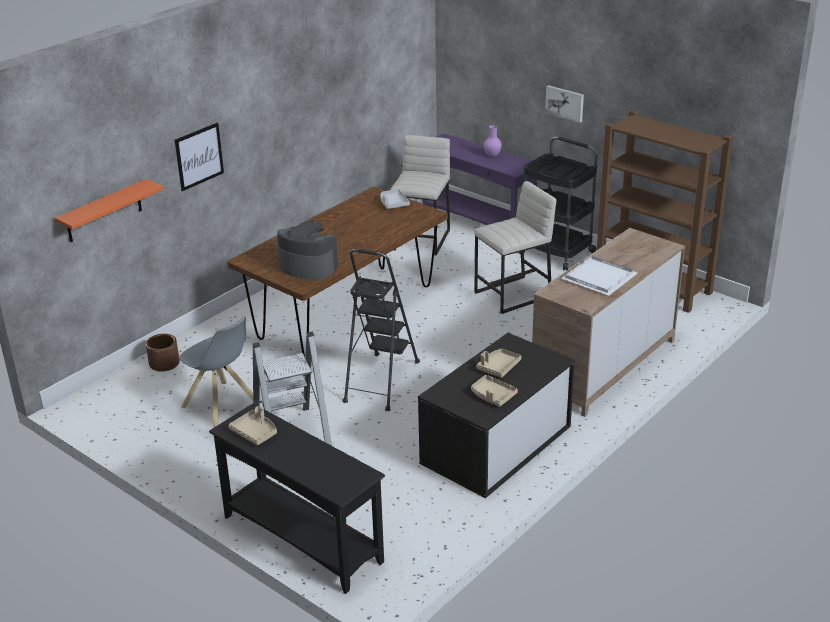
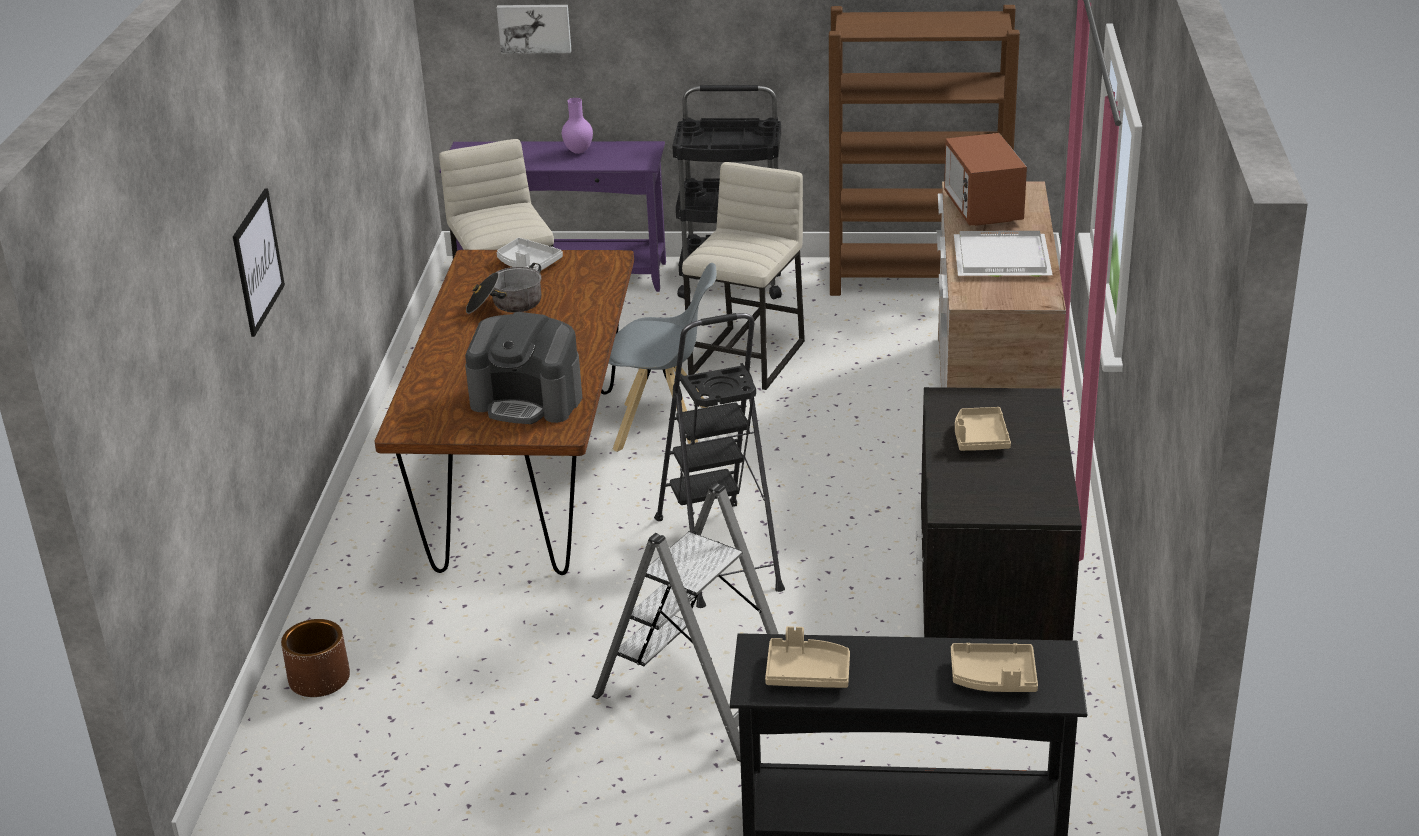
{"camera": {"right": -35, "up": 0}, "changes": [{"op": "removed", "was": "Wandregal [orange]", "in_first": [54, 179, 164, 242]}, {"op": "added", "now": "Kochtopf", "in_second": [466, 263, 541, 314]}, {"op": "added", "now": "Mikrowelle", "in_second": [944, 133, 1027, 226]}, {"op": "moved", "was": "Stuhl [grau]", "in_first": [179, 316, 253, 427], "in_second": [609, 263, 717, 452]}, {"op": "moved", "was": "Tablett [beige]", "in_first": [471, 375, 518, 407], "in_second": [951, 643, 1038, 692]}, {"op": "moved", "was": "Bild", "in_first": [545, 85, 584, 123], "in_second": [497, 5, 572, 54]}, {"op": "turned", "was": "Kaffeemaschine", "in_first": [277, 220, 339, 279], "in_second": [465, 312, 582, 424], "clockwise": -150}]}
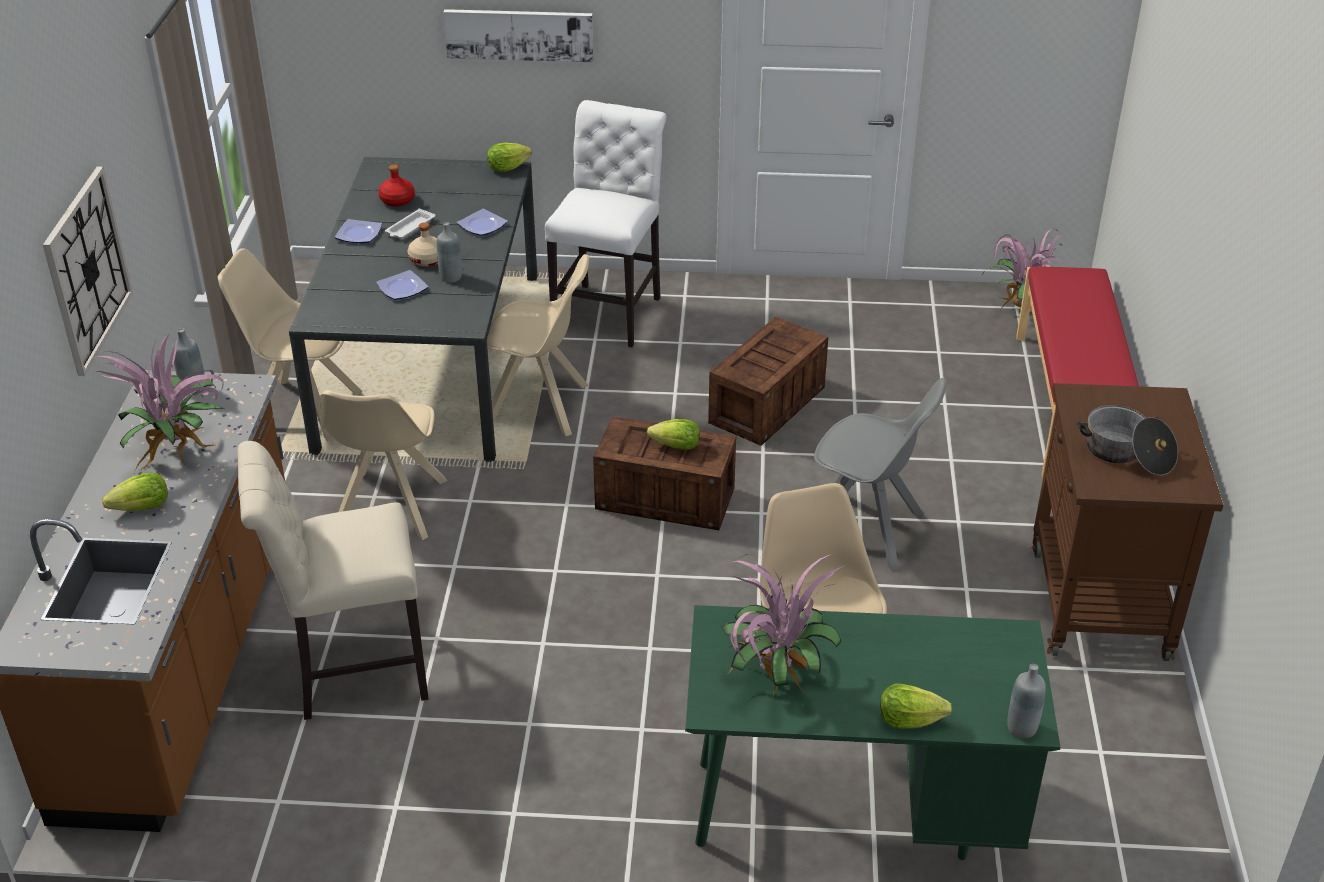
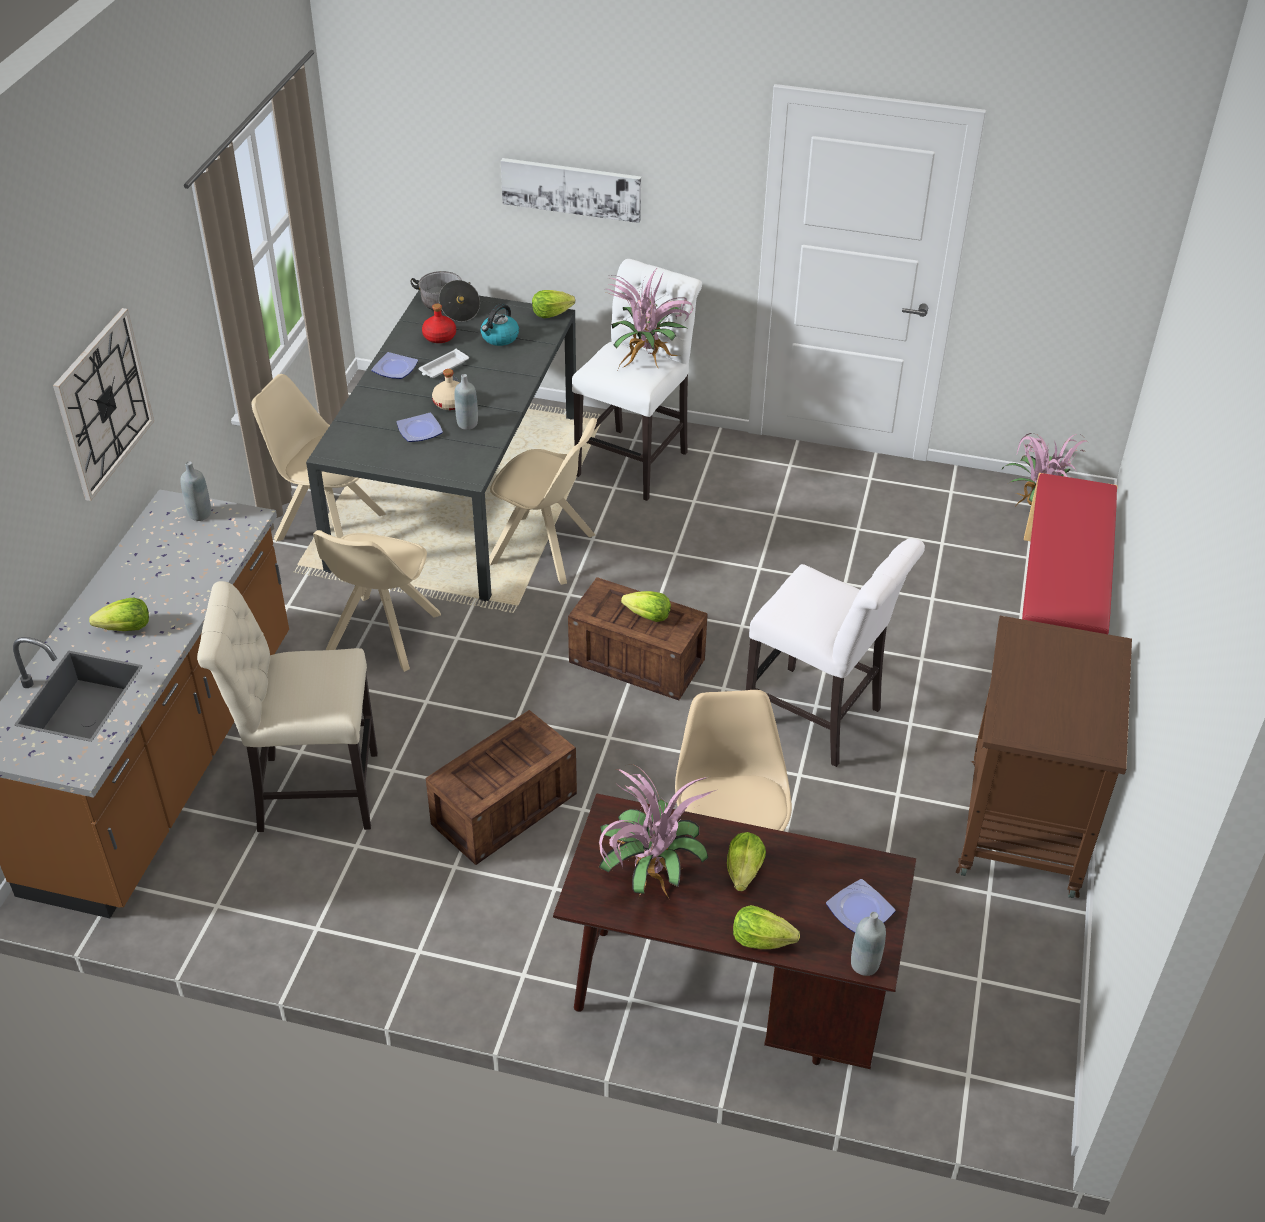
{"camera": {"right": 10, "up": 5}, "changes": [{"op": "added", "now": "Wasserkessel", "in_second": [481, 304, 519, 346]}, {"op": "added", "now": "Salatkopf", "in_second": [727, 832, 766, 891]}, {"op": "moved", "was": "Topfpflanze", "in_first": [95, 333, 224, 473], "in_second": [607, 266, 693, 370]}, {"op": "moved", "was": "Teller", "in_first": [457, 209, 508, 236], "in_second": [826, 879, 895, 933]}, {"op": "moved", "was": "Kiste", "in_first": [708, 317, 828, 446], "in_second": [426, 710, 577, 865]}, {"op": "moved", "was": "Kochtopf", "in_first": [1077, 405, 1178, 476], "in_second": [410, 271, 480, 322]}, {"op": "replaced", "was": "Stuhl [grau]", "now": "Hocker [weiß]", "in_first": [814, 378, 947, 571], "in_second": [746, 538, 925, 767]}, {"op": "recoloured", "was": "Schreibtisch [grün]", "now": "Schreibtisch [braun]", "in_first": [685, 605, 1060, 860], "in_second": [553, 793, 916, 1069]}]}
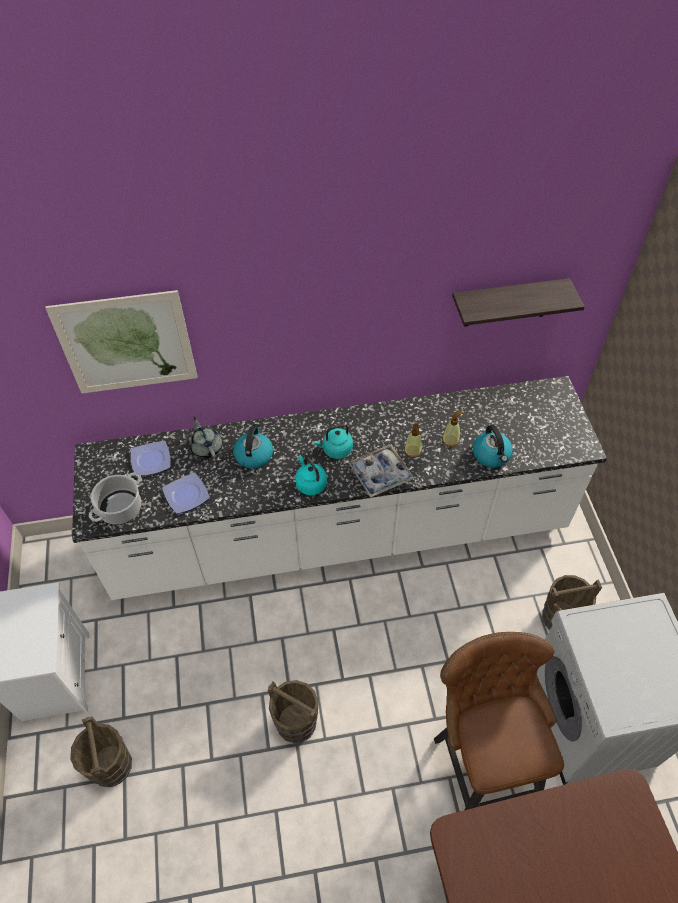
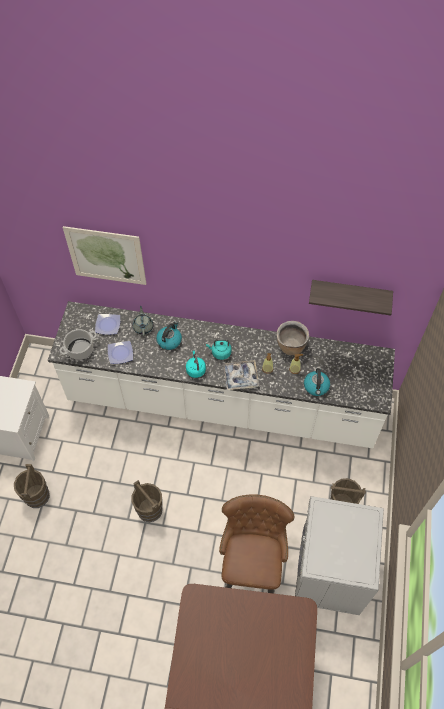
{"camera": {"right": 20, "up": 5}, "changes": [{"op": "added", "now": "Kochtopf [braun]", "in_second": [277, 321, 309, 355]}]}
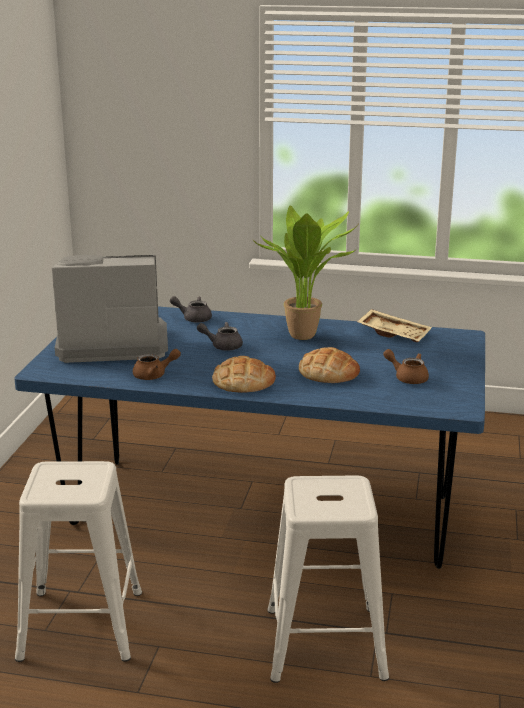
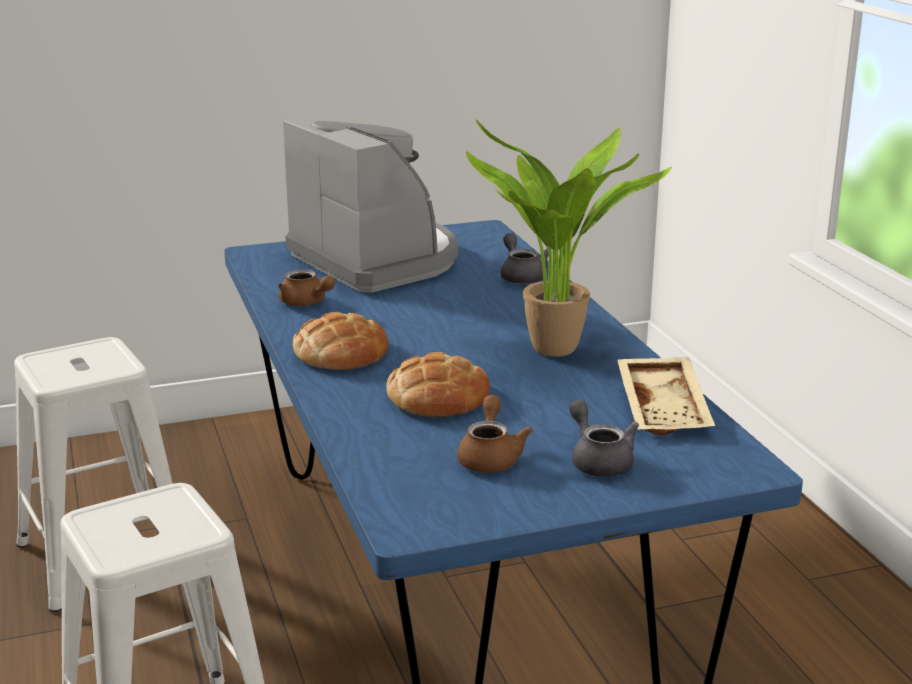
{"camera": {"right": 60, "up": 0}, "changes": [{"op": "moved", "was": "Teekanne [grau]", "in_first": [197, 322, 243, 350], "in_second": [569, 400, 639, 477]}]}
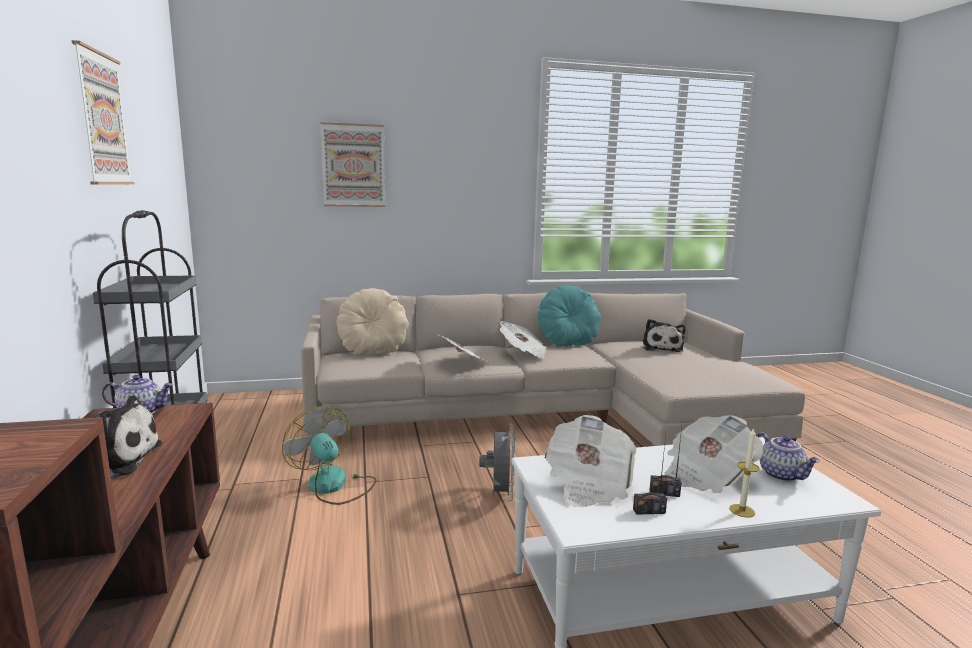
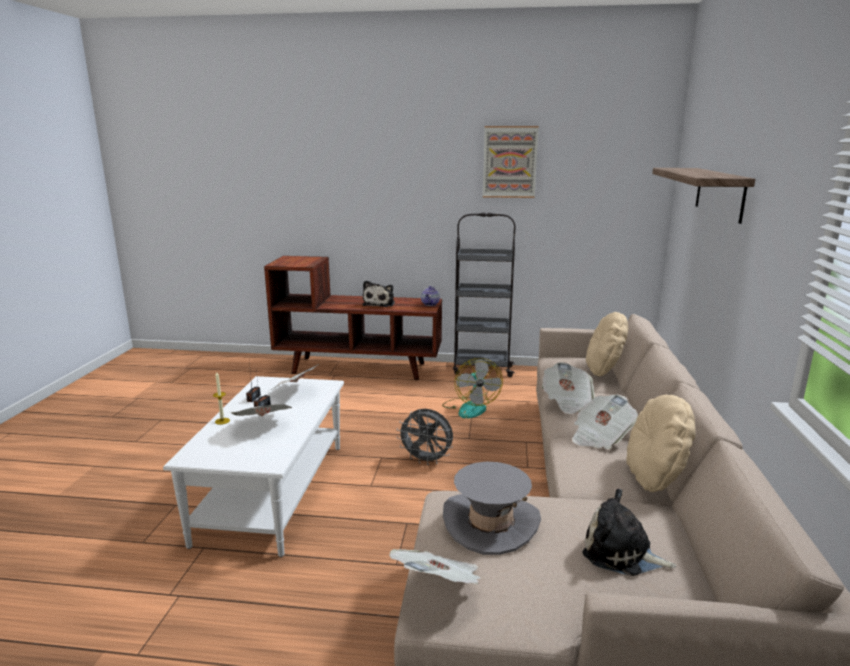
{"camera": {"right": 110, "up": 5}, "changes": [{"op": "removed", "was": "Teekanne", "in_first": [756, 433, 820, 482]}, {"op": "added", "now": "Zeitung", "in_second": [389, 549, 481, 584]}, {"op": "added", "now": "Hut [grau]", "in_second": [443, 462, 541, 555]}, {"op": "replaced", "was": "Bild", "now": "Wandregal", "in_first": [320, 122, 385, 207], "in_second": [652, 168, 755, 224]}, {"op": "recoloured", "was": "Kissen [türkis]", "now": "Kissen [beige]", "in_first": [538, 285, 601, 346], "in_second": [626, 395, 695, 492]}, {"op": "turned", "was": "Ventilator", "in_first": [282, 407, 376, 505], "in_second": [442, 358, 503, 418], "clockwise": 105}]}
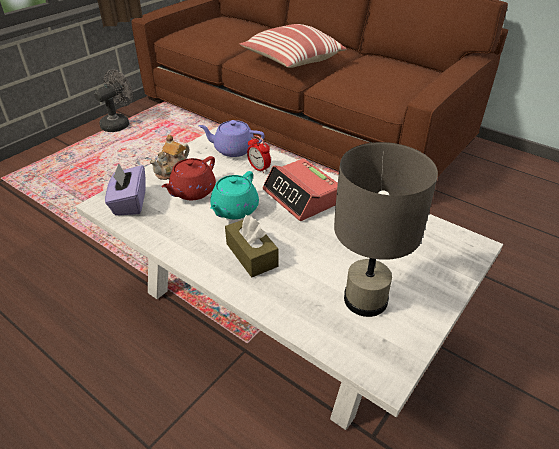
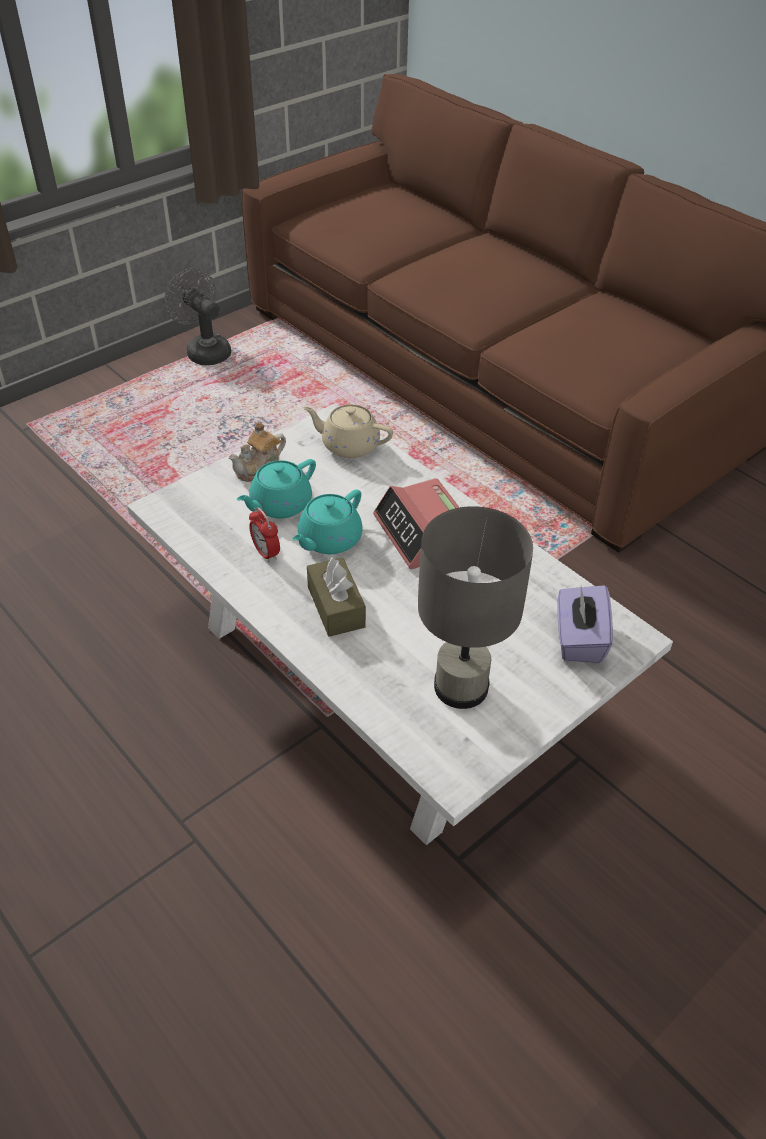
{"camera": {"right": 10, "up": 5}, "changes": [{"op": "removed", "was": "Kissen", "in_first": [239, 24, 346, 68]}, {"op": "moved", "was": "Taschentuchbox [lila]", "in_first": [105, 163, 146, 216], "in_second": [558, 585, 613, 663]}, {"op": "moved", "was": "Wecker", "in_first": [247, 135, 271, 173], "in_second": [249, 507, 280, 562]}, {"op": "recoloured", "was": "Teekanne [rot]", "now": "Teekanne [türkis]", "in_first": [161, 156, 216, 200], "in_second": [237, 459, 316, 519]}, {"op": "recoloured", "was": "Teekanne [lila]", "now": "Teekanne [beige]", "in_first": [198, 120, 265, 157], "in_second": [303, 404, 393, 458]}, {"op": "turned", "was": "Ventilator [grau]", "in_first": [95, 69, 133, 132], "in_second": [165, 268, 231, 365], "clockwise": -90}]}
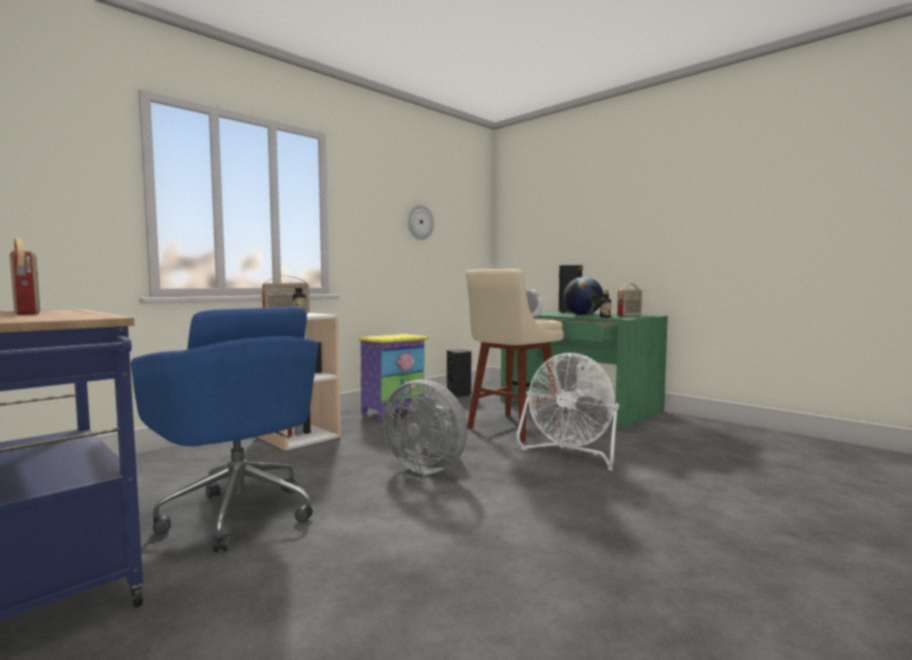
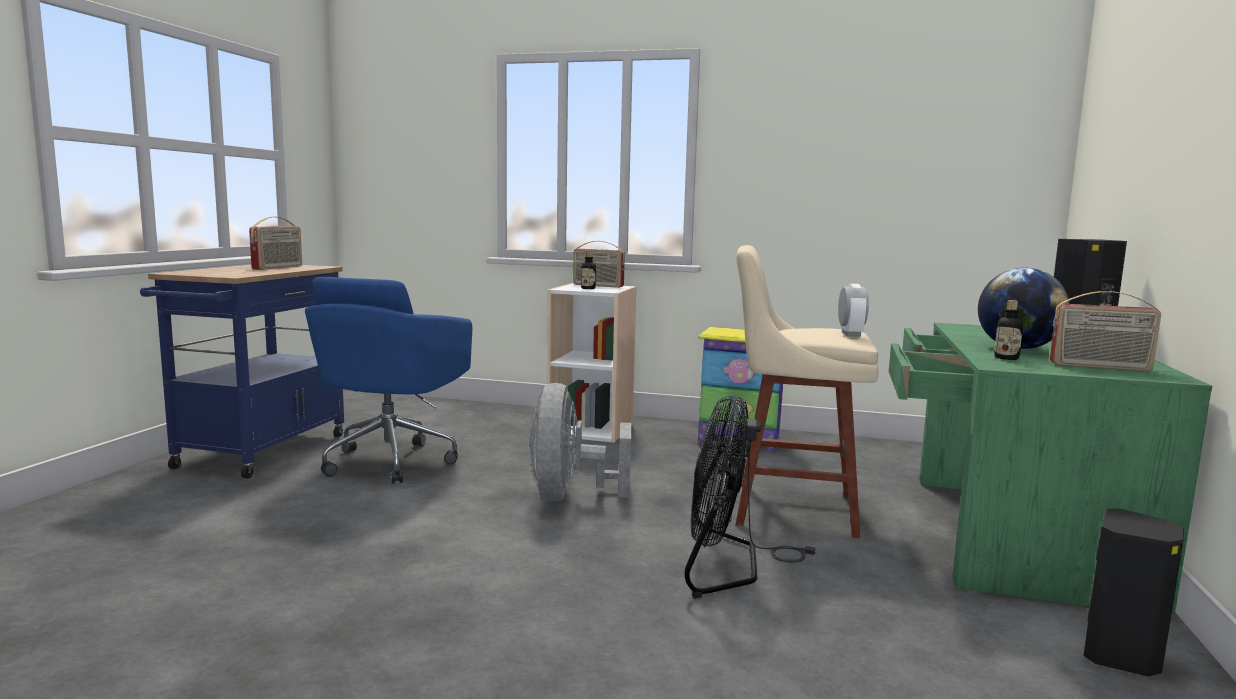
{"camera": {"right": 60, "up": 5}, "changes": [{"op": "removed", "was": "Wanduhr", "in_first": [408, 205, 434, 240]}, {"op": "moved", "was": "Lautsprecher [schwarz]", "in_first": [447, 349, 471, 397], "in_second": [1083, 509, 1184, 677]}, {"op": "recoloured", "was": "Ventilator [weiß]", "now": "Ventilator [schwarz]", "in_first": [517, 353, 619, 471], "in_second": [685, 395, 819, 599]}]}
